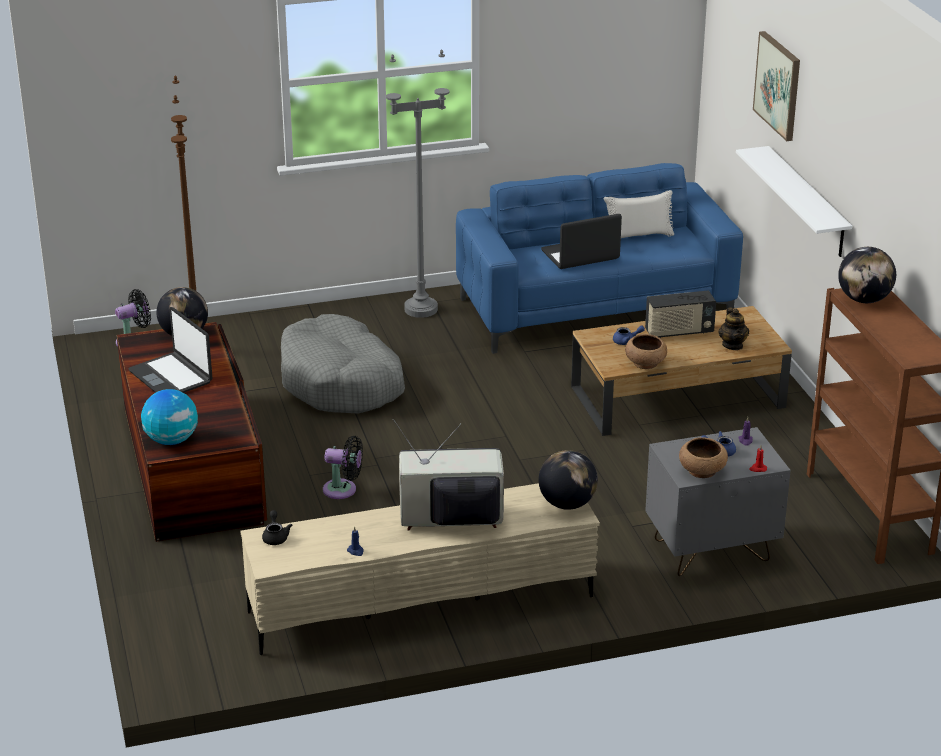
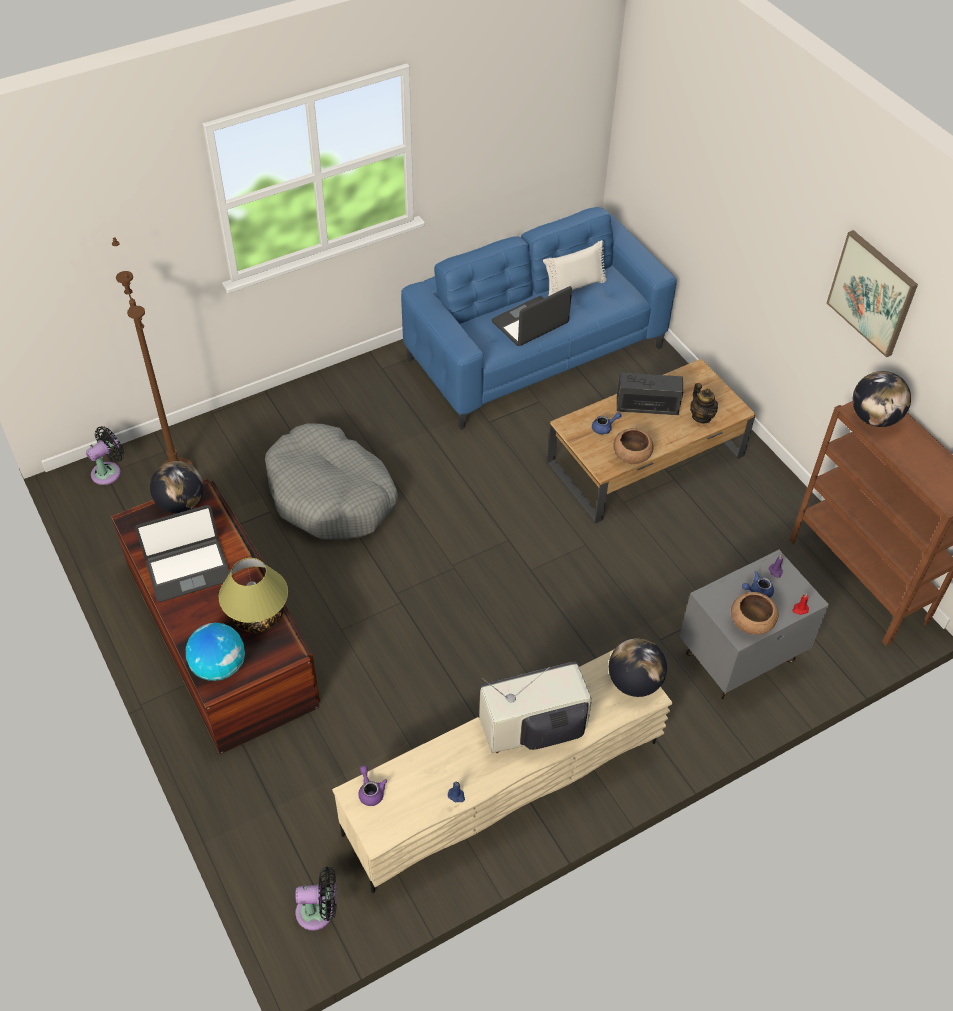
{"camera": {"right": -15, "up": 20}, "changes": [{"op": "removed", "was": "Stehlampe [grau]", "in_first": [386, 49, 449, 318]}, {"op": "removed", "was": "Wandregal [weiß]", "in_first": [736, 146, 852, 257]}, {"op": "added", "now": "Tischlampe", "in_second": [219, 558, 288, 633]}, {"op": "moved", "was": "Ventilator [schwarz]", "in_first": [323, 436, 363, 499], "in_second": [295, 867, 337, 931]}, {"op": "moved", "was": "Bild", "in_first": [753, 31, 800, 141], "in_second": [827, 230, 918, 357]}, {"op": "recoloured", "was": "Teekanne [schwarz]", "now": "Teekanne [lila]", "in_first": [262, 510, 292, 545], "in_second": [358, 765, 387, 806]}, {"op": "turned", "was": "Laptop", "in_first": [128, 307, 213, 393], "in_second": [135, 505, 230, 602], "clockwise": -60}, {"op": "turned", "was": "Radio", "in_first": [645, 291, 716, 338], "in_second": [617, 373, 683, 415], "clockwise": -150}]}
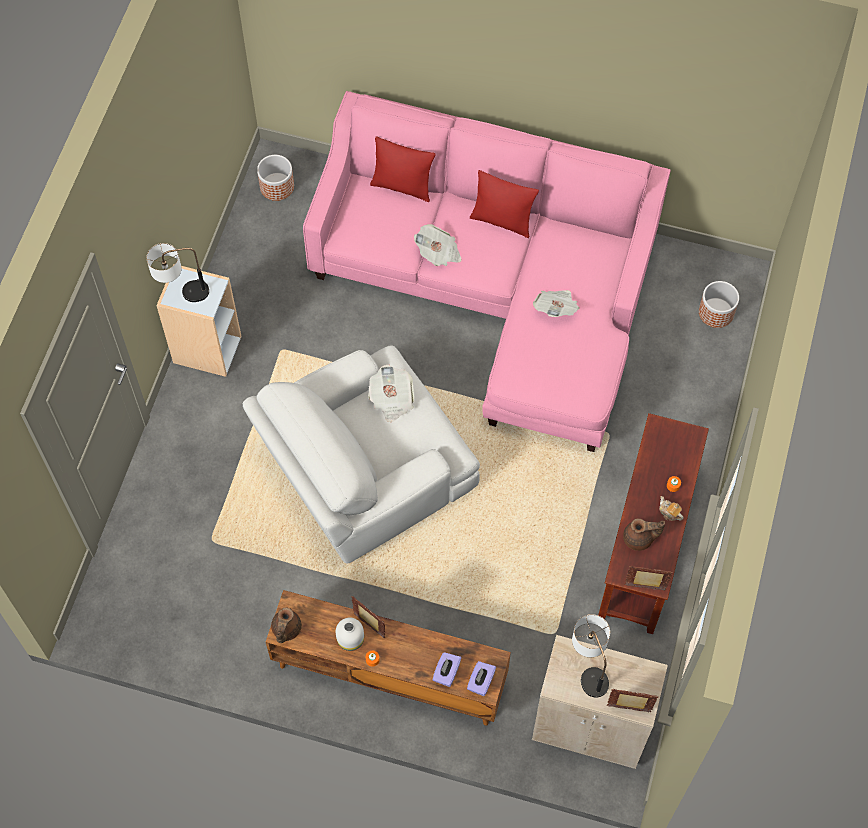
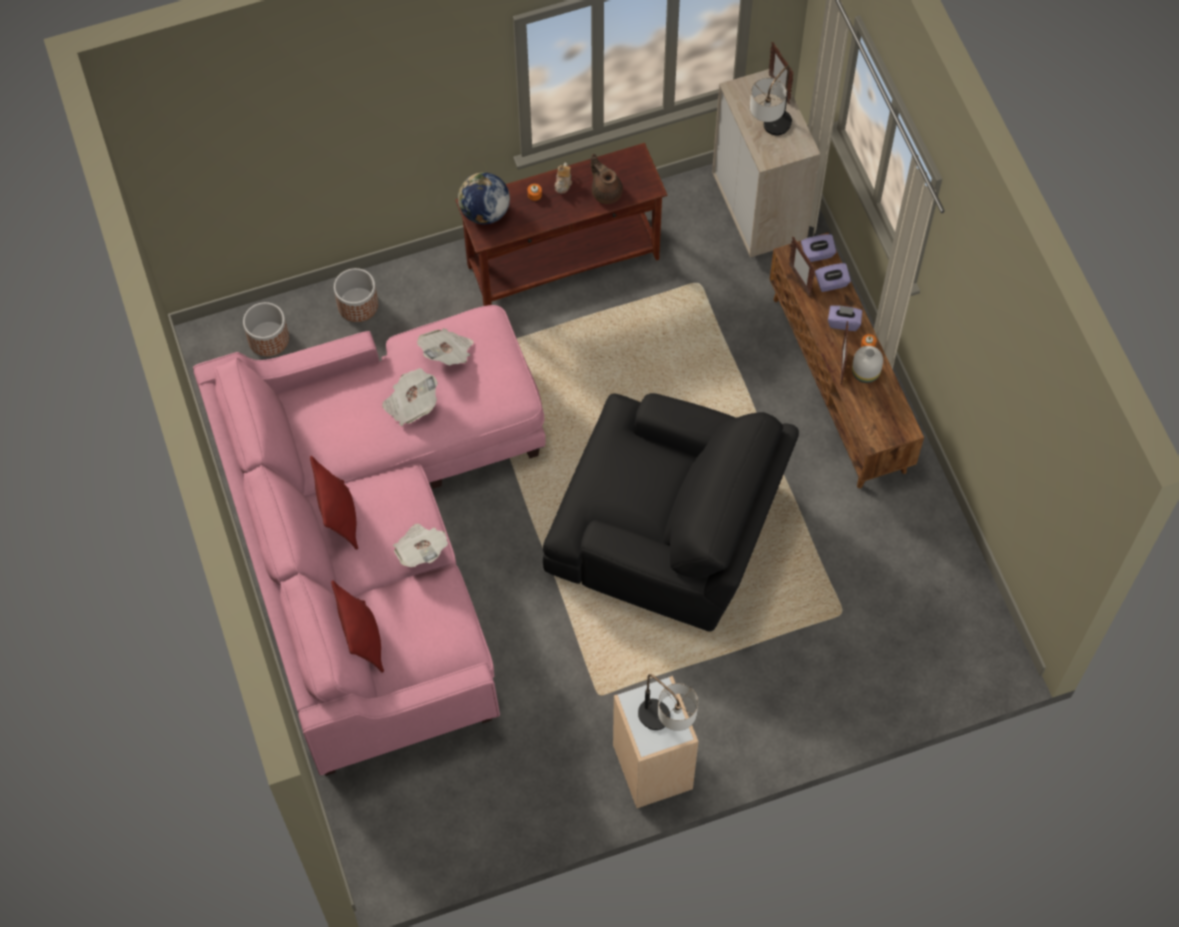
{"camera": {"right": -125, "up": 0}, "changes": [{"op": "removed", "was": "Teekanne [braun]", "in_first": [271, 607, 302, 643]}, {"op": "added", "now": "Globus", "in_second": [458, 172, 510, 224]}, {"op": "added", "now": "Taschentuchbox [lila]", "in_second": [828, 305, 862, 331]}, {"op": "moved", "was": "Pflanzkübel", "in_first": [257, 155, 294, 201], "in_second": [334, 268, 378, 322]}, {"op": "moved", "was": "Zeitung", "in_first": [368, 364, 414, 422], "in_second": [417, 328, 474, 365]}, {"op": "moved", "was": "Bilderrahmen", "in_first": [624, 566, 673, 591], "in_second": [789, 237, 815, 296]}, {"op": "recoloured", "was": "Sessel [weiß]", "now": "Sessel [schwarz]", "in_first": [243, 345, 480, 564], "in_second": [543, 393, 799, 632]}]}
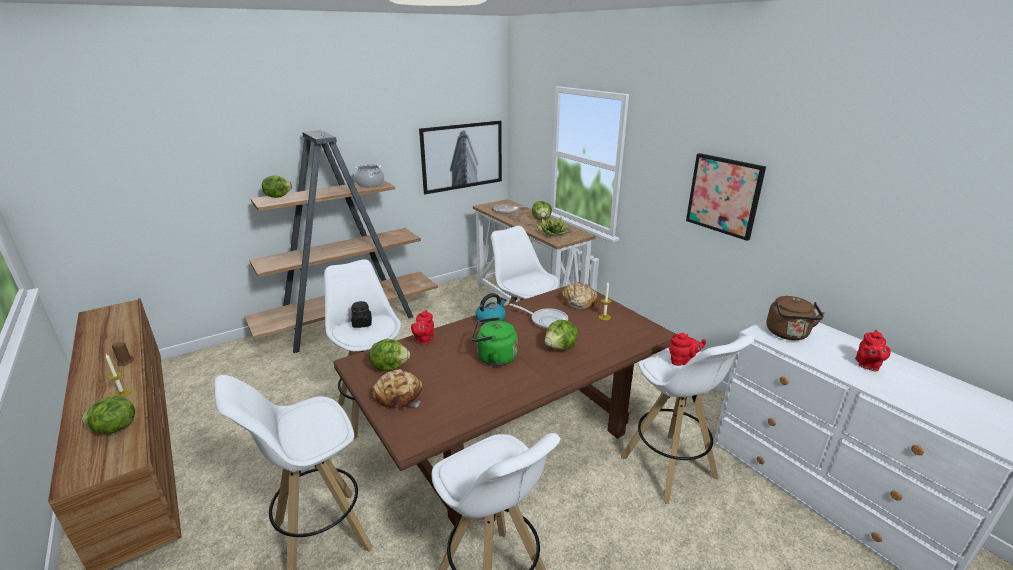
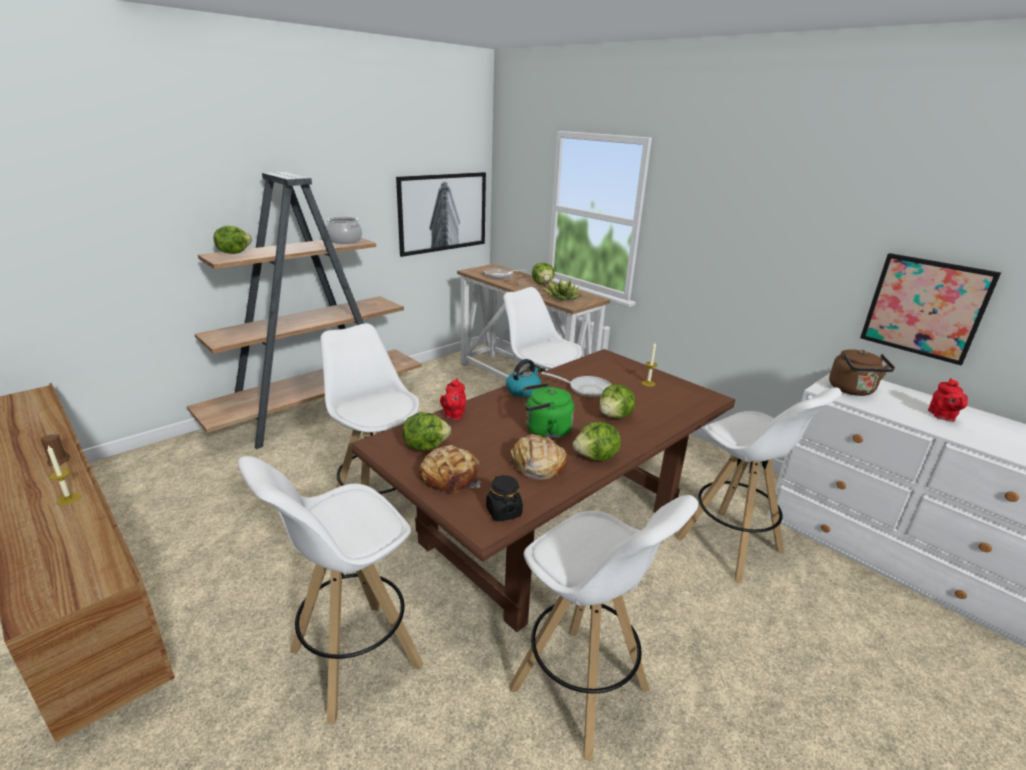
{"camera": {"right": -10, "up": 0}, "changes": [{"op": "removed", "was": "Teekanne [rot]", "in_first": [669, 333, 706, 366]}, {"op": "moved", "was": "Salatkopf", "in_first": [81, 396, 135, 434], "in_second": [573, 421, 621, 461]}, {"op": "moved", "was": "Vorratsglas [schwarz]", "in_first": [351, 301, 372, 328], "in_second": [486, 475, 523, 521]}, {"op": "moved", "was": "Brot", "in_first": [562, 282, 598, 310], "in_second": [510, 434, 567, 480]}, {"op": "moved", "was": "Bild", "in_first": [686, 153, 766, 241], "in_second": [860, 253, 1001, 365]}]}
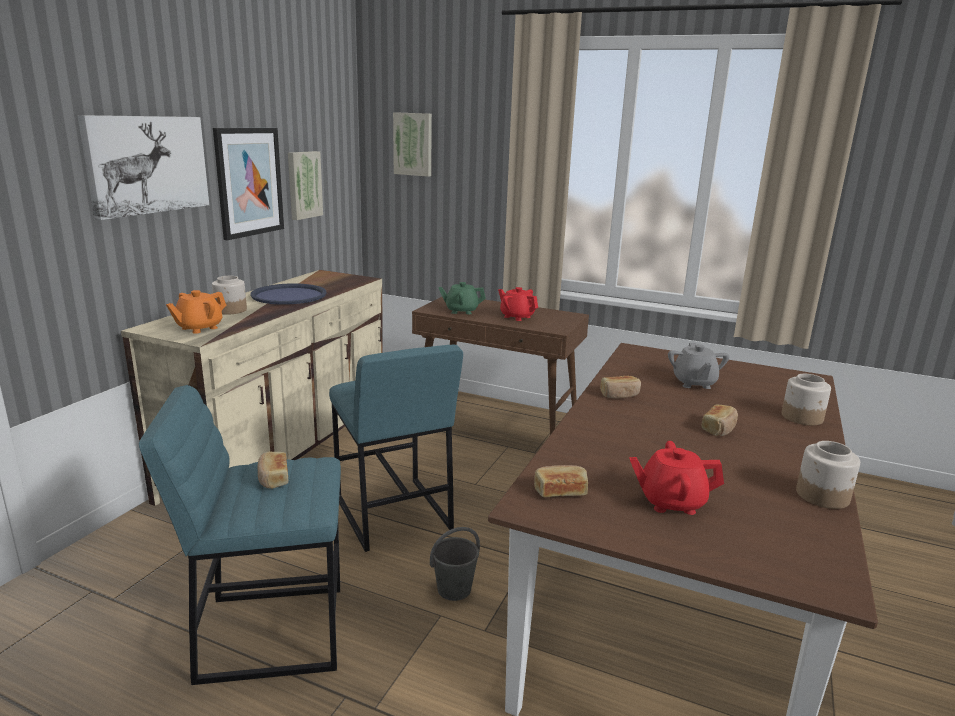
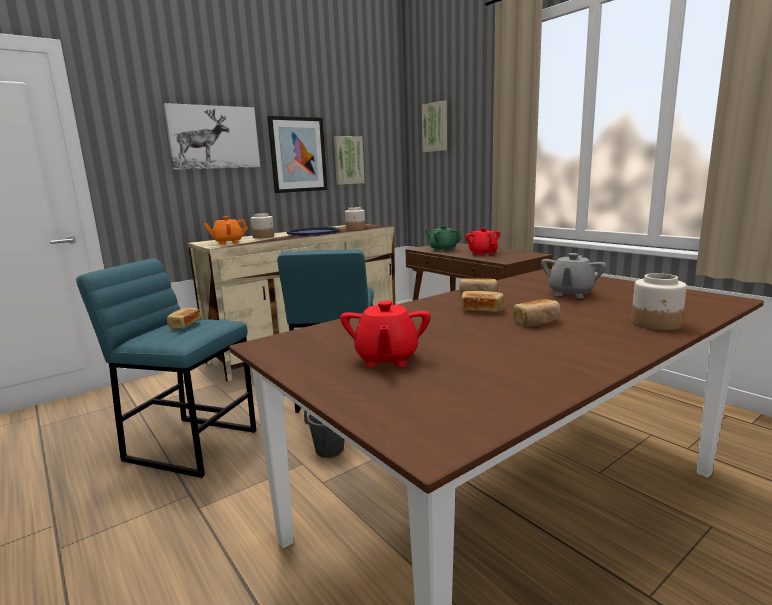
{"camera": {"right": 30, "up": -5}, "changes": [{"op": "moved", "was": "Brot", "in_first": [534, 465, 588, 497], "in_second": [462, 291, 504, 312]}, {"op": "moved", "was": "Vorratsglas", "in_first": [796, 441, 860, 509], "in_second": [345, 207, 366, 230]}, {"op": "turned", "was": "Teekanne [rot]", "in_first": [629, 441, 724, 515], "in_second": [340, 301, 431, 367], "clockwise": -120}]}
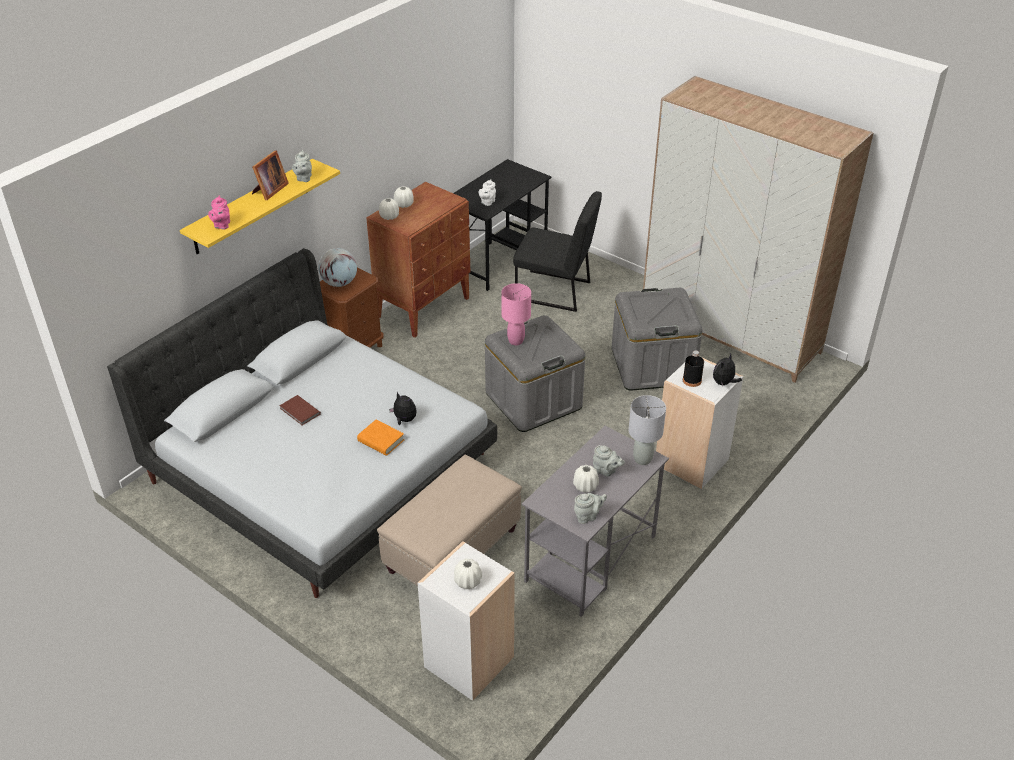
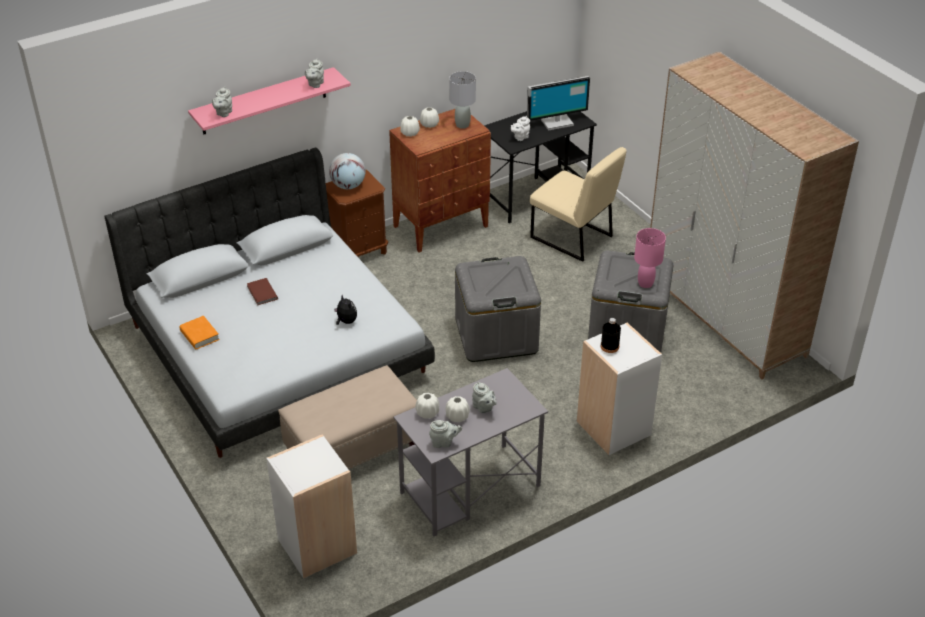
{"camera": {"right": 20, "up": 0}, "changes": [{"op": "removed", "was": "Bilderrahmen", "in_first": [252, 151, 289, 200]}, {"op": "removed", "was": "Plüschtier", "in_first": [713, 354, 742, 386]}, {"op": "added", "now": "Monitor", "in_second": [527, 76, 590, 130]}, {"op": "moved", "was": "Buch [orange]", "in_first": [357, 420, 404, 456], "in_second": [179, 316, 220, 349]}, {"op": "moved", "was": "Vase [weiß]", "in_first": [454, 558, 482, 589], "in_second": [415, 393, 439, 419]}, {"op": "moved", "was": "Tischlampe [rosa]", "in_first": [501, 283, 531, 345], "in_second": [634, 228, 666, 288]}, {"op": "moved", "was": "Tischlampe [grau]", "in_first": [629, 395, 666, 465], "in_second": [449, 71, 476, 129]}, {"op": "recoloured", "was": "Wandregal [gelb]", "now": "Wandregal [rosa]", "in_first": [180, 159, 340, 254], "in_second": [188, 67, 351, 134]}, {"op": "recoloured", "was": "Teekanne [rosa]", "now": "Teekanne [grau]", "in_first": [208, 195, 230, 230], "in_second": [212, 86, 232, 117]}, {"op": "recoloured", "was": "Stuhl [schwarz]", "now": "Stuhl [beige]", "in_first": [513, 191, 602, 312], "in_second": [530, 147, 627, 262]}]}
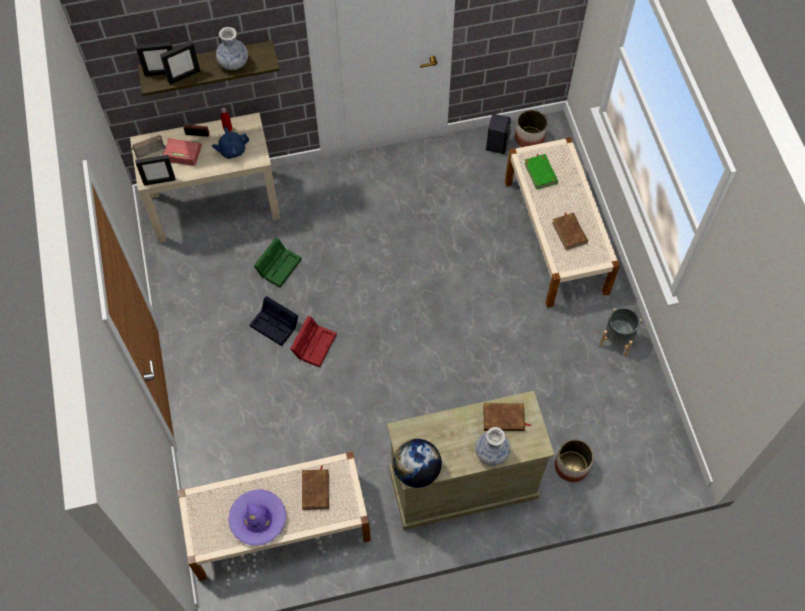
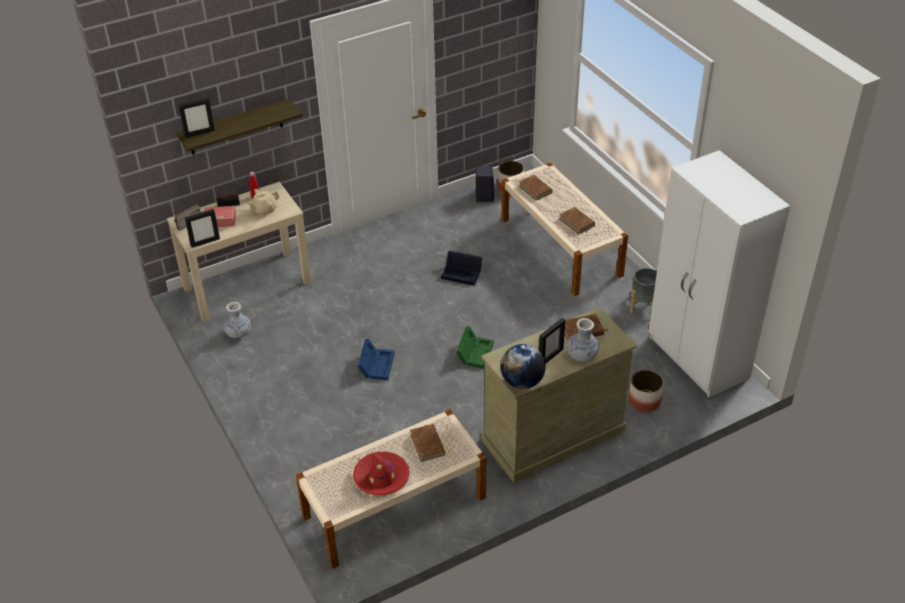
{"camera": {"right": -15, "up": -20}, "changes": [{"op": "added", "now": "Kleiderschrank [weiß]", "in_second": [649, 150, 790, 398]}, {"op": "moved", "was": "Bilderrahmen", "in_first": [160, 41, 200, 85], "in_second": [539, 318, 565, 364]}, {"op": "moved", "was": "Vase", "in_first": [216, 27, 248, 70], "in_second": [223, 302, 251, 338]}, {"op": "moved", "was": "Aufbewahrungsbox [schwarz]", "in_first": [250, 296, 298, 346], "in_second": [441, 251, 482, 286]}, {"op": "moved", "was": "Aufbewahrungsbox [grün]", "in_first": [254, 238, 302, 287], "in_second": [456, 326, 494, 369]}, {"op": "recoloured", "was": "Teekanne [blau]", "now": "Teekanne [beige]", "in_first": [212, 127, 249, 159], "in_second": [248, 189, 279, 216]}, {"op": "recoloured", "was": "Hut [lila]", "now": "Hut [rot]", "in_first": [228, 489, 286, 546], "in_second": [353, 452, 410, 496]}, {"op": "recoloured", "was": "Aufbewahrungsbox [rot]", "now": "Aufbewahrungsbox [blau]", "in_first": [290, 316, 337, 368], "in_second": [358, 339, 395, 380]}, {"op": "recoloured", "was": "Buch [grün]", "now": "Buch [braun]", "in_first": [524, 154, 558, 190], "in_second": [519, 175, 553, 201]}]}
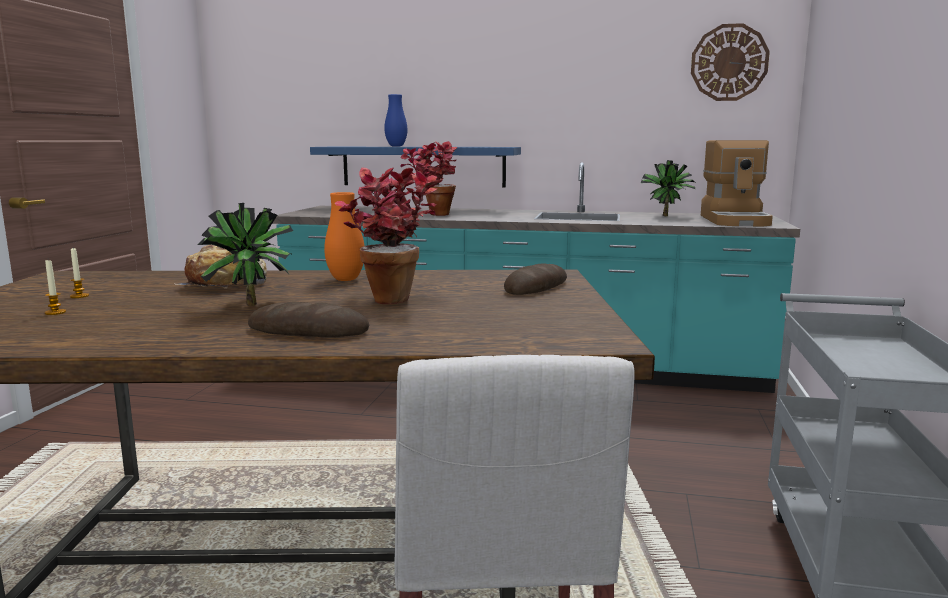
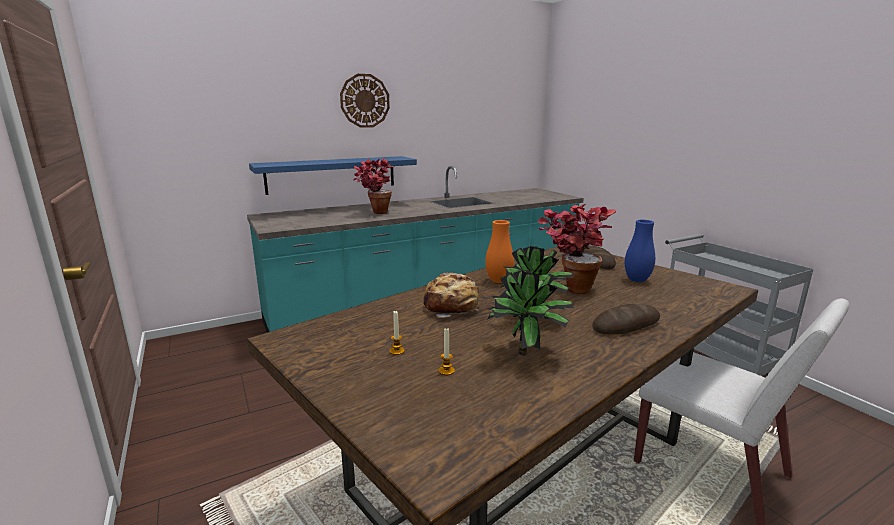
{"camera": {"right": -40, "up": 5}, "changes": [{"op": "removed", "was": "Kaffeemaschine", "in_first": [701, 140, 773, 227]}, {"op": "moved", "was": "Vase [blau]", "in_first": [384, 94, 408, 147], "in_second": [625, 220, 655, 282]}, {"op": "moved", "was": "Topfpflanze", "in_first": [641, 160, 695, 216], "in_second": [487, 270, 574, 355]}, {"op": "moved", "was": "Wanduhr", "in_first": [691, 23, 770, 101], "in_second": [340, 74, 390, 128]}]}
